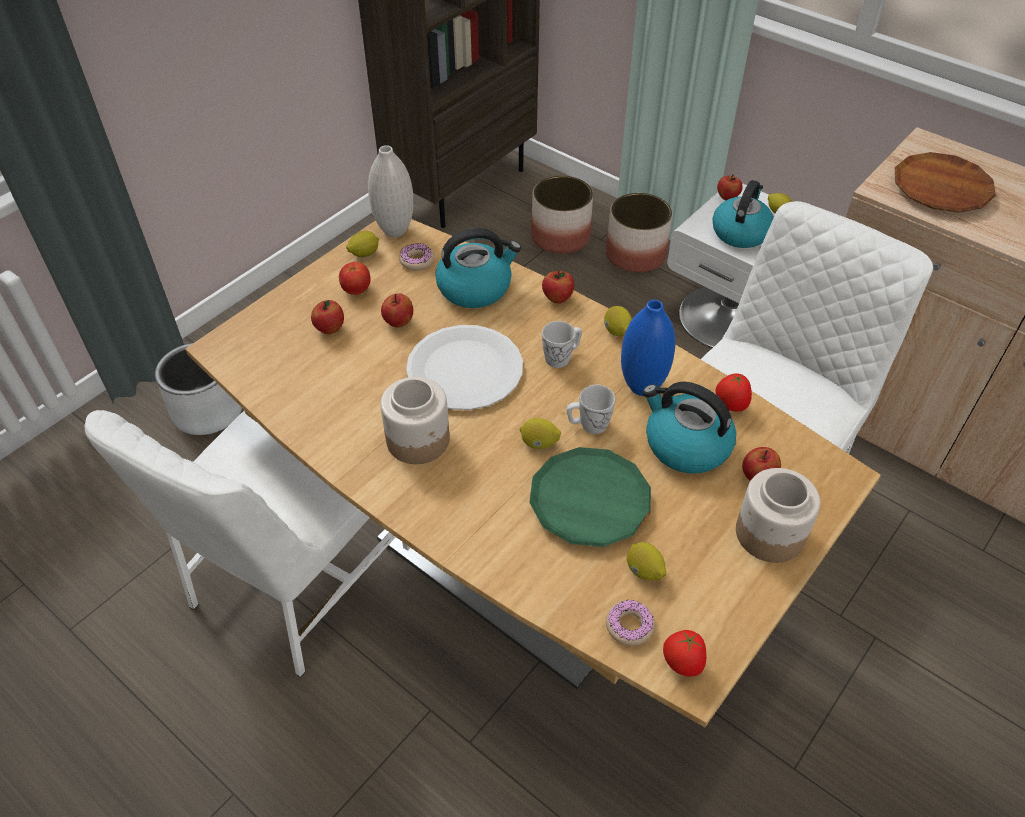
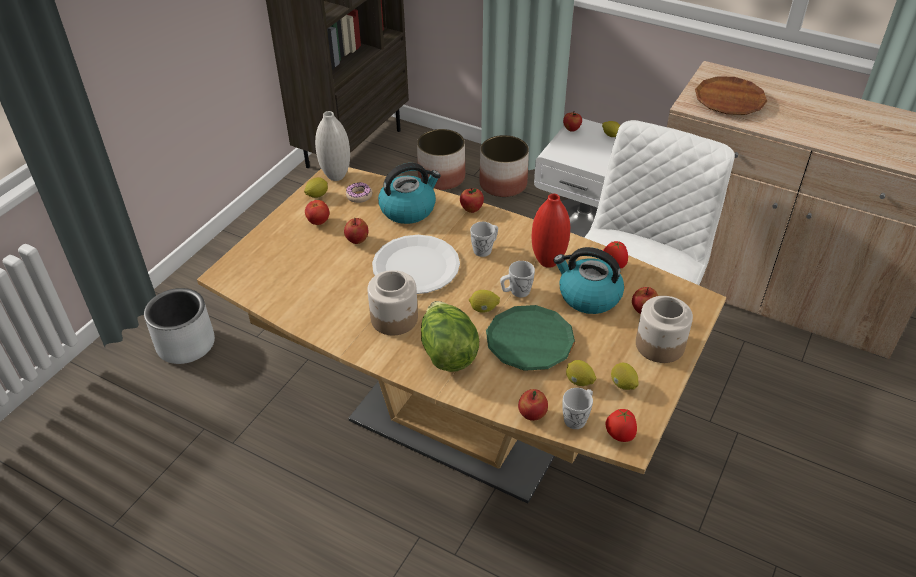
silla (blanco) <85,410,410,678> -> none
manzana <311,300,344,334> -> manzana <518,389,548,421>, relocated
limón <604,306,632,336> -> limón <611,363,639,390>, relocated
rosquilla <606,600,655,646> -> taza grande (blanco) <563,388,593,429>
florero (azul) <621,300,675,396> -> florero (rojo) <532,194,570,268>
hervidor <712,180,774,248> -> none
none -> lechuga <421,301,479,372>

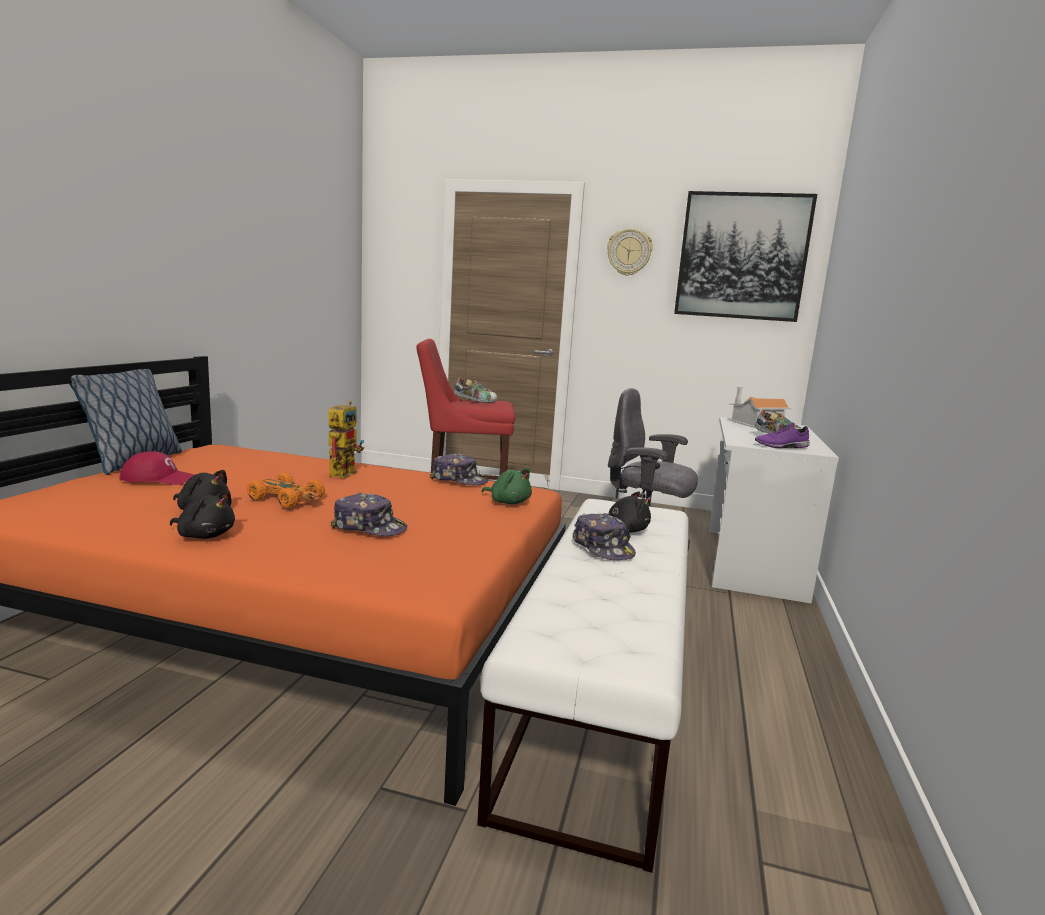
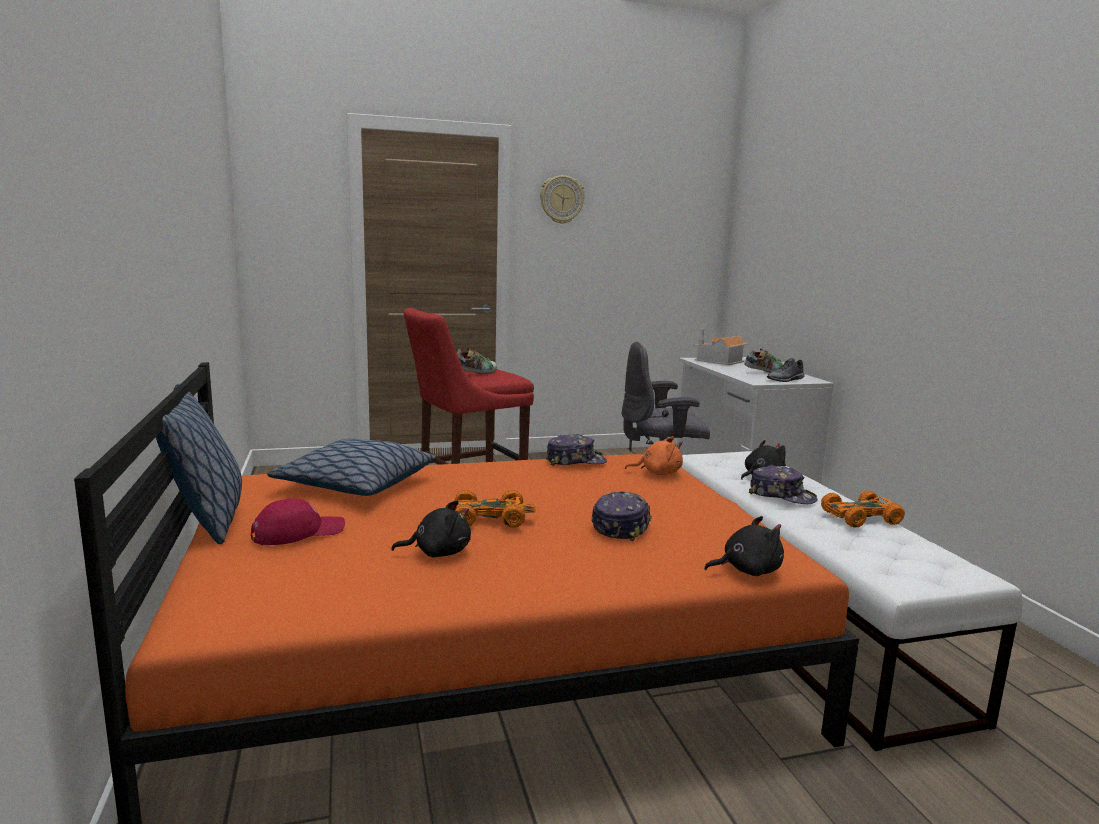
peluche (negro) <170,491,235,539> -> peluche (negro) <704,516,784,576>, relocated
robot de juguete <328,401,364,478> -> none
gorra <330,493,407,536> -> gorra <591,491,652,541>, 60 degrees counterclockwise
peluche (verde) <481,468,532,504> -> peluche (naranja) <625,436,683,475>
cuadro <674,191,817,322> -> none
zapato (morado) <755,422,810,448> -> zapato (gris) <767,358,804,382>
none -> cojín <267,439,435,496>
none -> coche de juguete (naranja) <821,491,905,528>

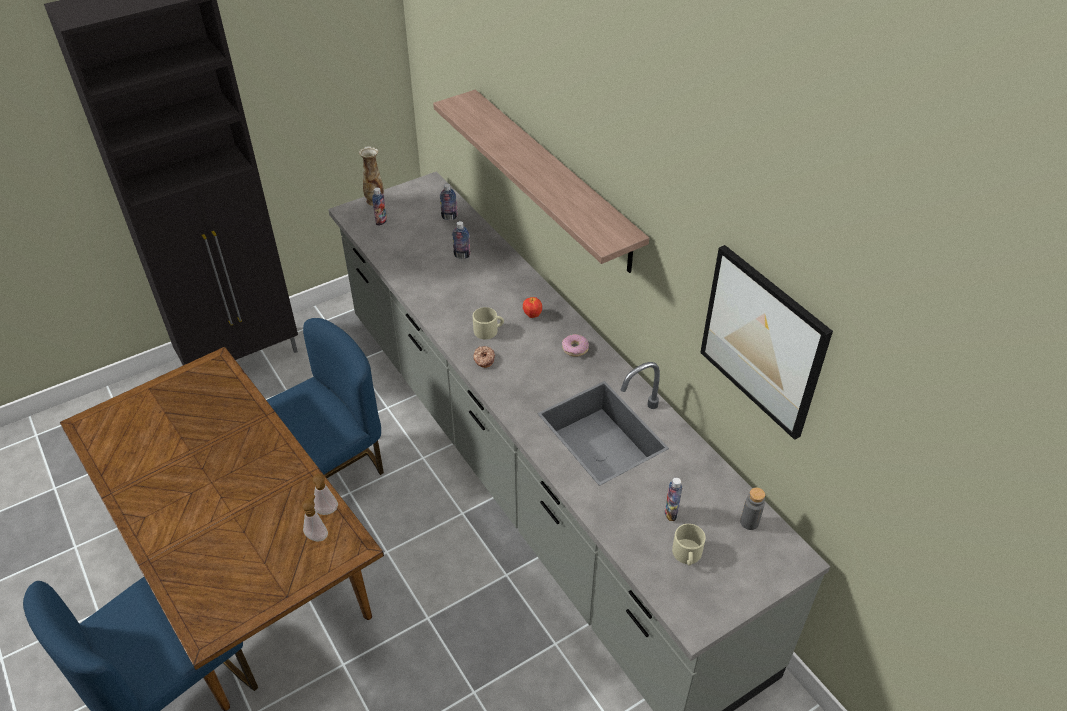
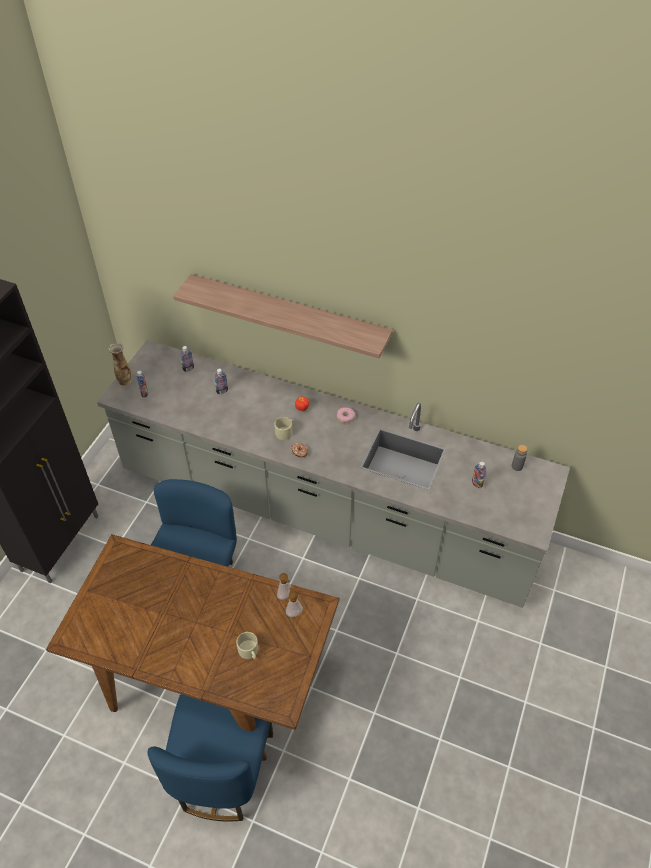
taza grande (beis) <672,524,706,566> -> taza grande (beis) <236,632,258,659>, relocated
cuadro <700,245,833,440> -> none

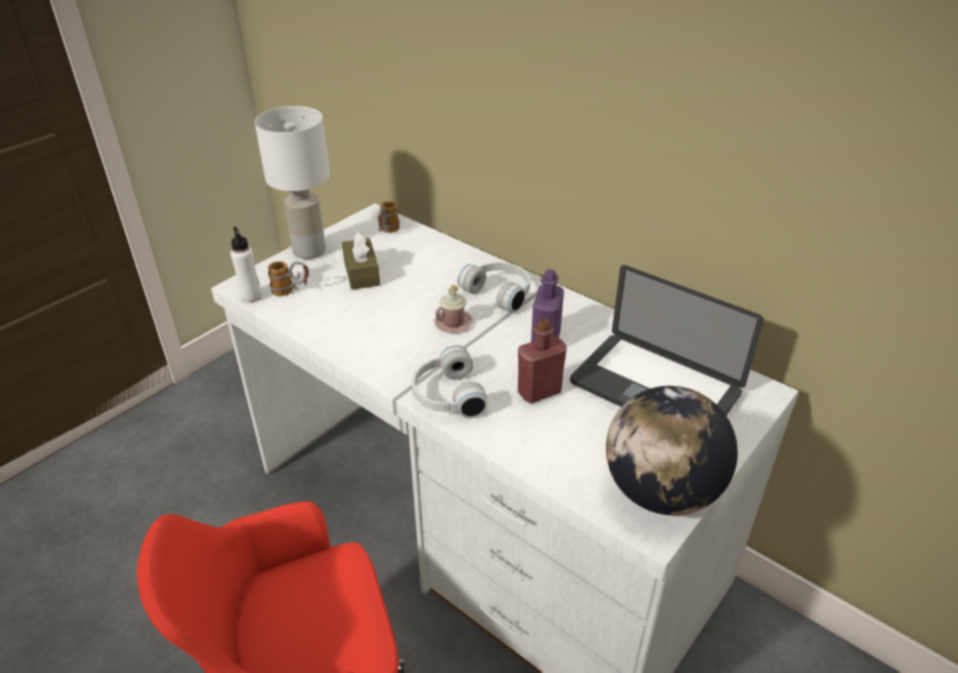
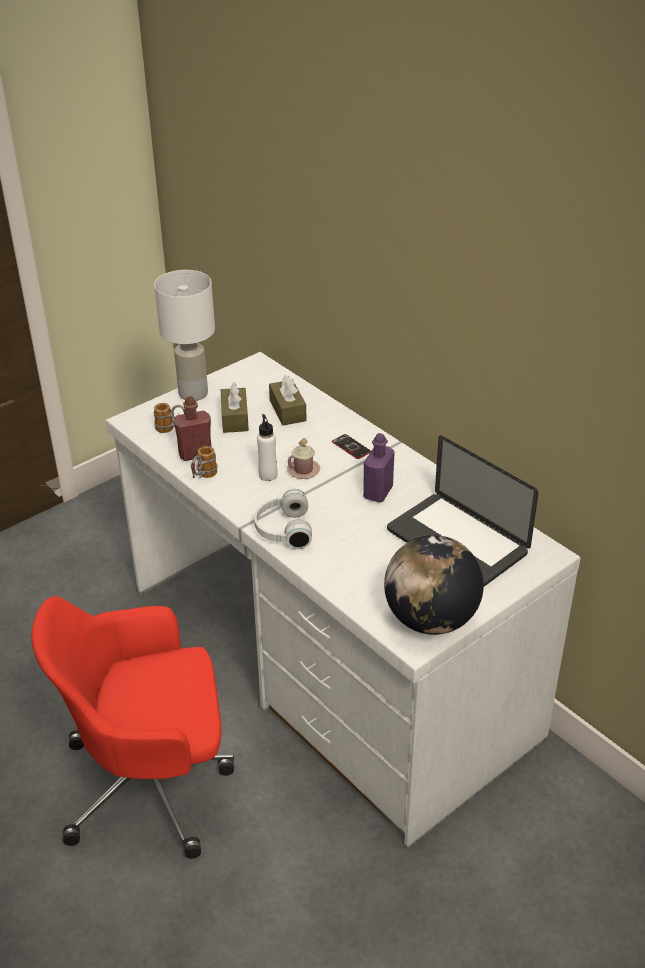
botella (blanco) <230,227,262,303> -> botella (blanco) <257,414,278,481>, relocated
taza grande <378,201,400,233> -> taza grande <191,446,218,478>, relocated
auriculares (blanco) <457,262,530,313> -> móvil <332,434,371,459>
botella (rojo) <518,319,567,404> -> botella (rojo) <174,396,212,461>, relocated
none -> caja de pañuelos (marrón) <269,375,307,426>

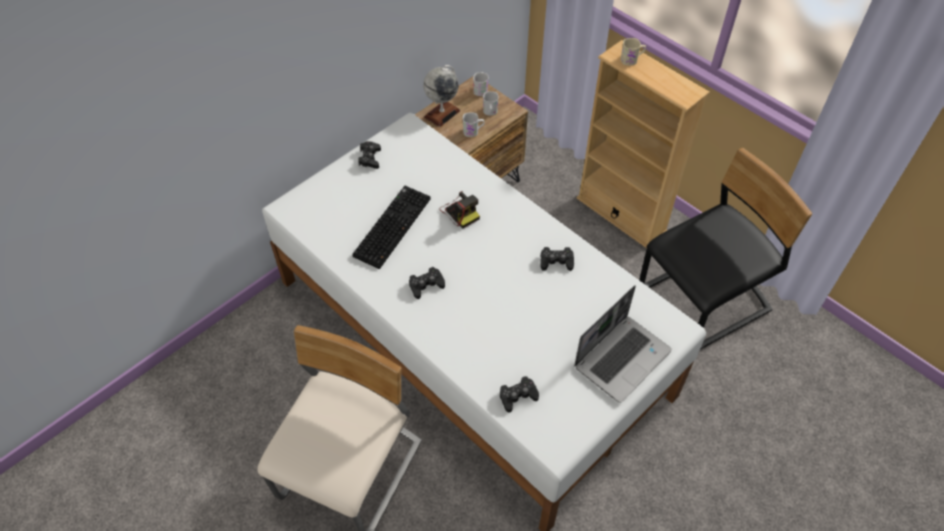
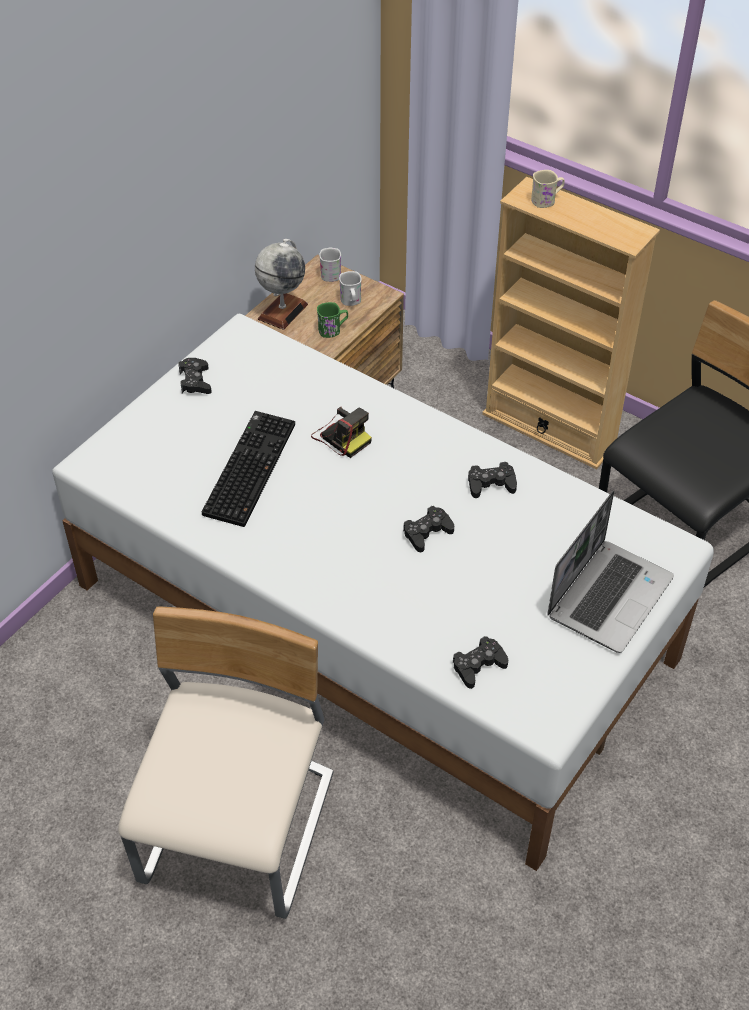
mando de consola (negro) <409,267,445,299> -> mando de consola (negro) <403,506,454,552>, relocated
taza grande (blanco) <463,112,484,137> -> taza grande (verde) <317,302,348,338>

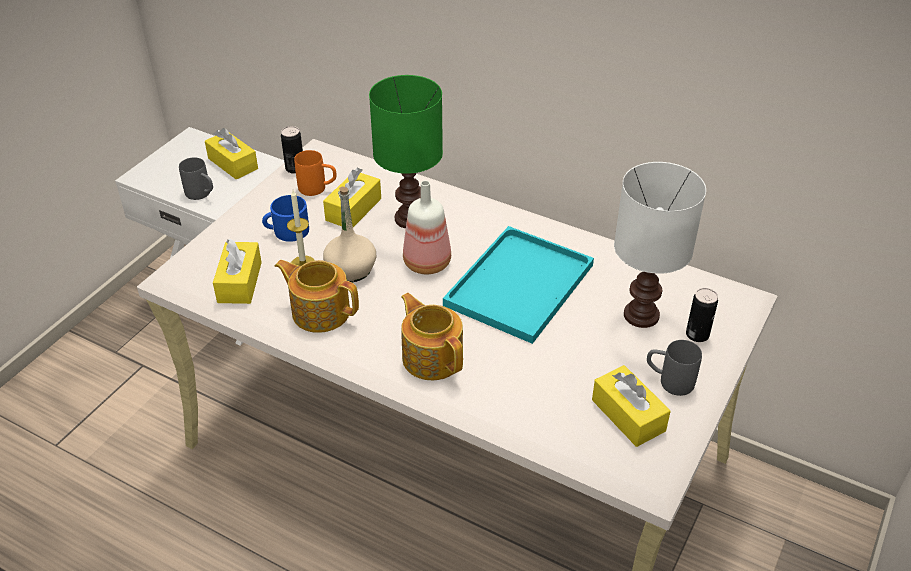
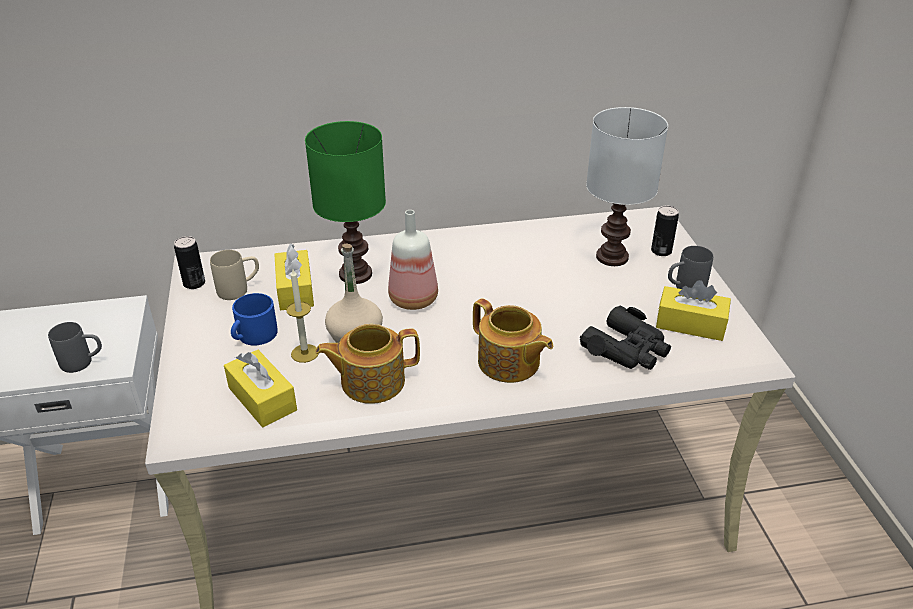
caja de pañuelos (amarillo) <205,128,258,180> -> none
taza grande (naranja) <294,150,337,196> -> taza grande (beis) <210,250,259,300>
tetera <401,293,463,380> -> tetera <473,298,553,383>, 150 degrees counterclockwise
bandeja (turquesa) <443,226,594,344> -> none
none -> prismáticos (negro) <580,306,671,370>

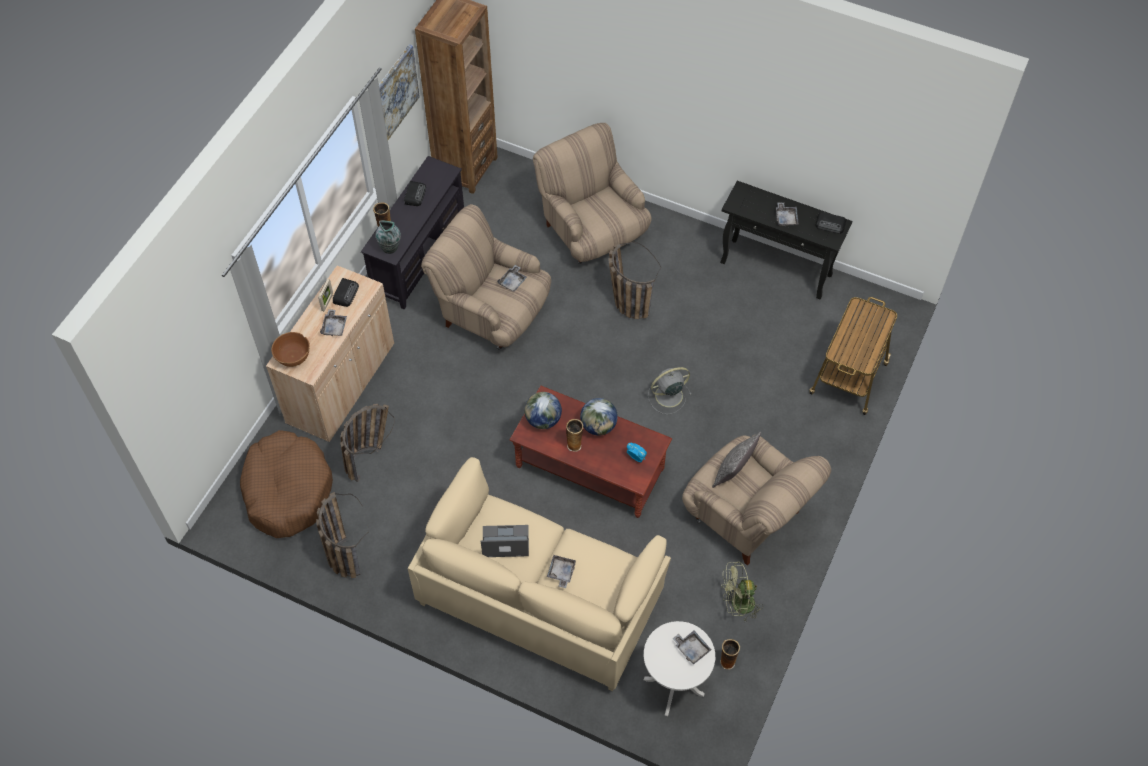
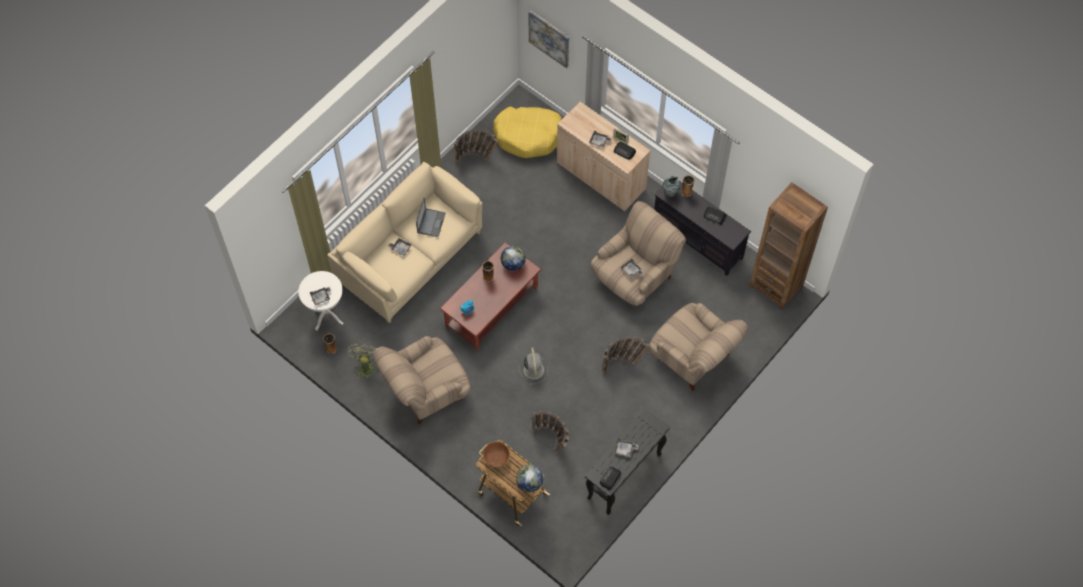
cama para perro (marrón) <240,430,333,538> -> cama para perro (amarillo) <493,107,562,158>
cuenco (marrón) <271,332,310,367> -> cuenco (marrón) <483,441,510,468>, relocated
cesta <340,404,394,482> -> cesta <527,411,569,451>, relocated
cuadro <379,44,420,140> -> cuadro <528,10,569,68>, relocated
sillón (beis) <533,123,652,264> -> sillón (beis) <649,303,748,391>, 60 degrees clockwise
globo terráqueo <580,398,618,436> -> globo terráqueo <516,465,543,492>, relocated
cojín <712,432,761,488> -> none

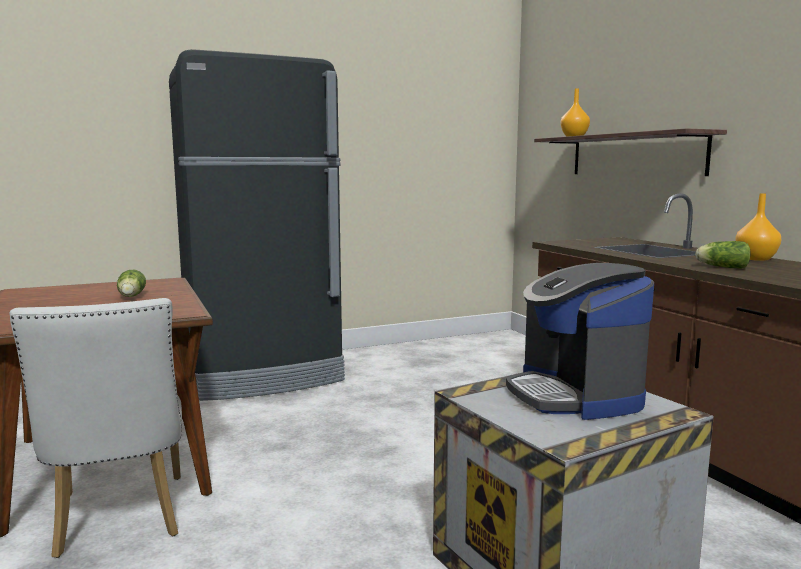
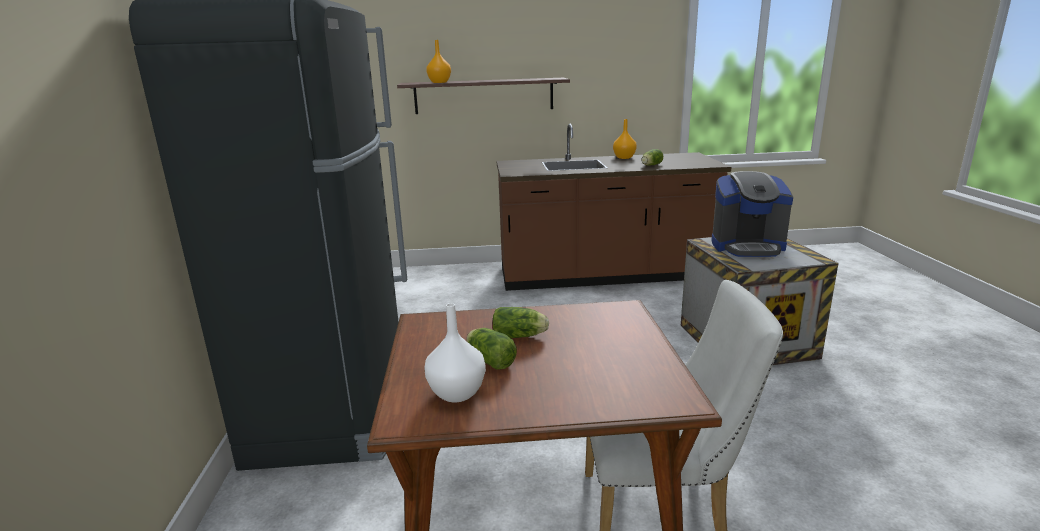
none -> florero (blanco) <425,303,486,402>
none -> lechuga <466,328,517,370>

